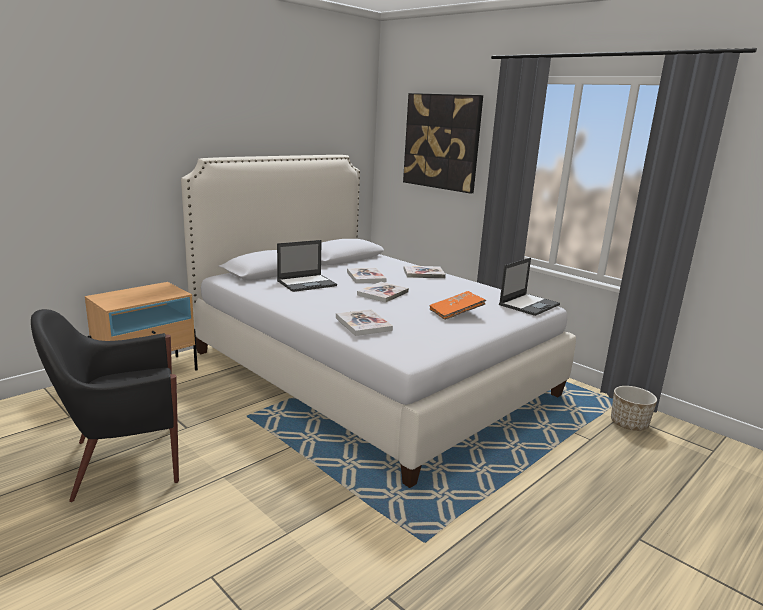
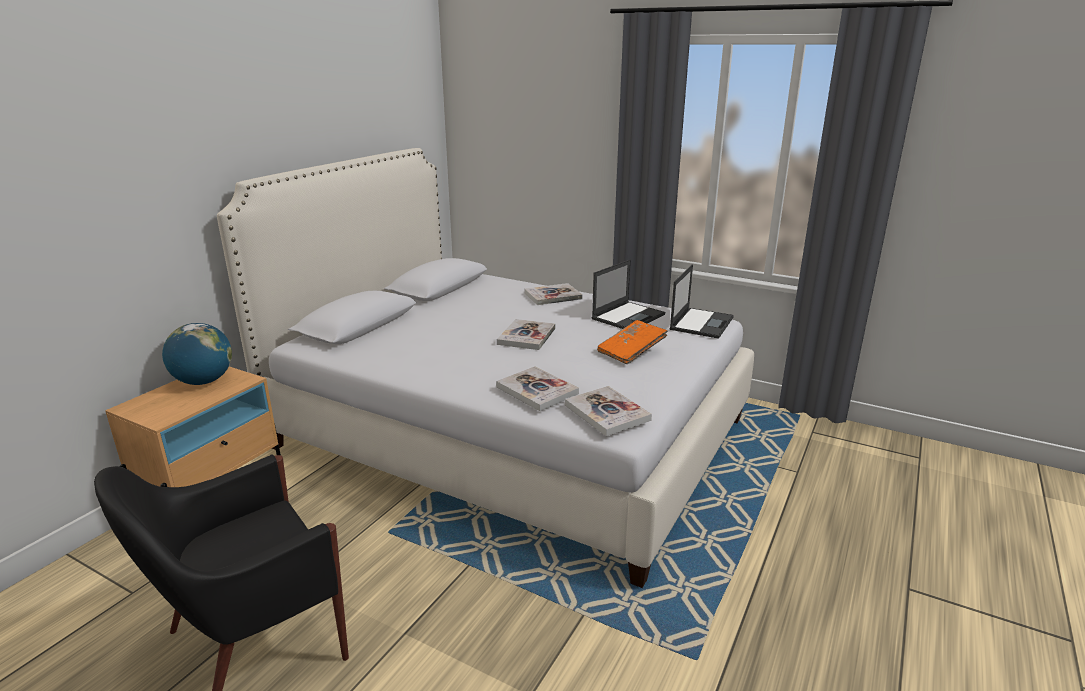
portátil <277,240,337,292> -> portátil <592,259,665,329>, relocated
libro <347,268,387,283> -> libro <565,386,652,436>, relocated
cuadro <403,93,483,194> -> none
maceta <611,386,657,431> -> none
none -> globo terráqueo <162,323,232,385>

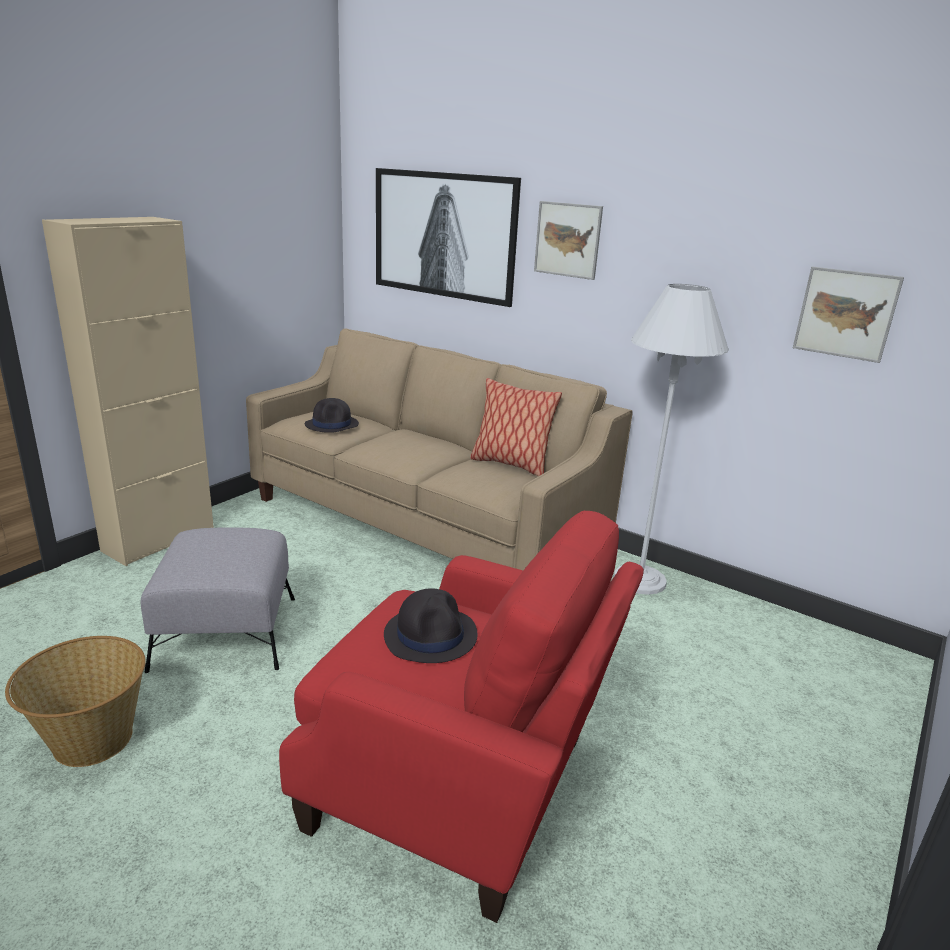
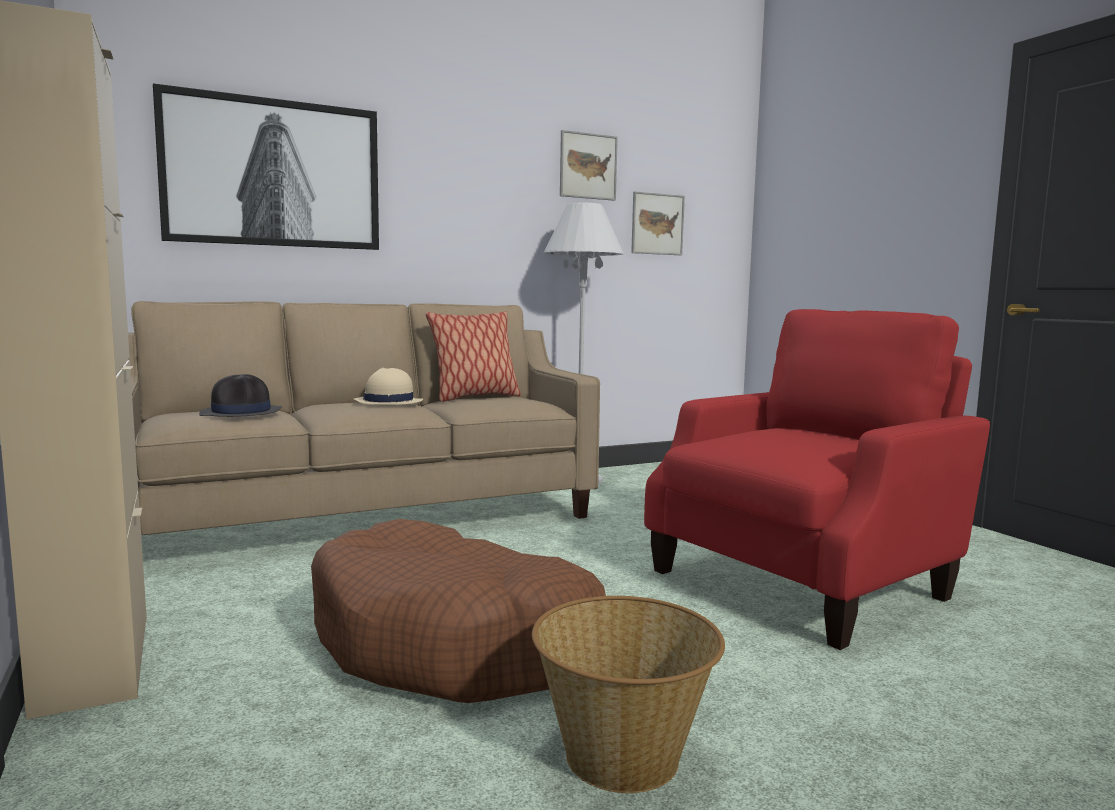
puf (gris) <141,528,295,673> -> cama para perro (marrón) <311,519,606,703>
sombrero (negro) <384,588,477,663> -> none
cuadro <534,201,603,280> -> cuadro <560,130,618,201>, relocated
none -> sombrero (beis) <353,368,423,405>

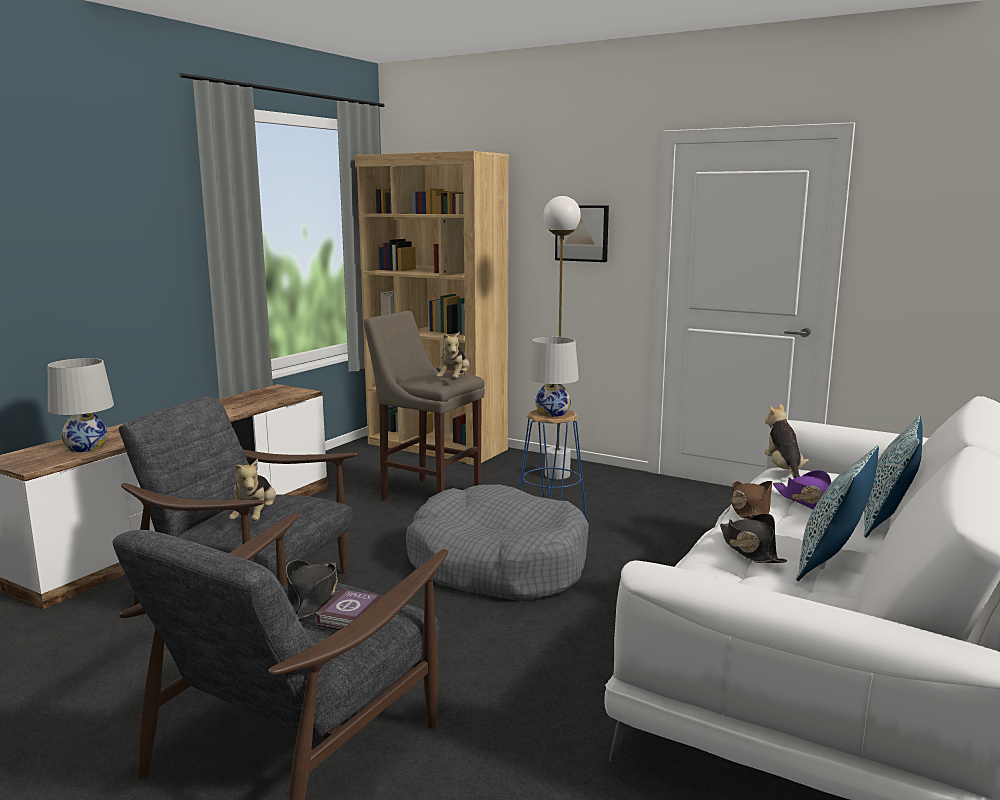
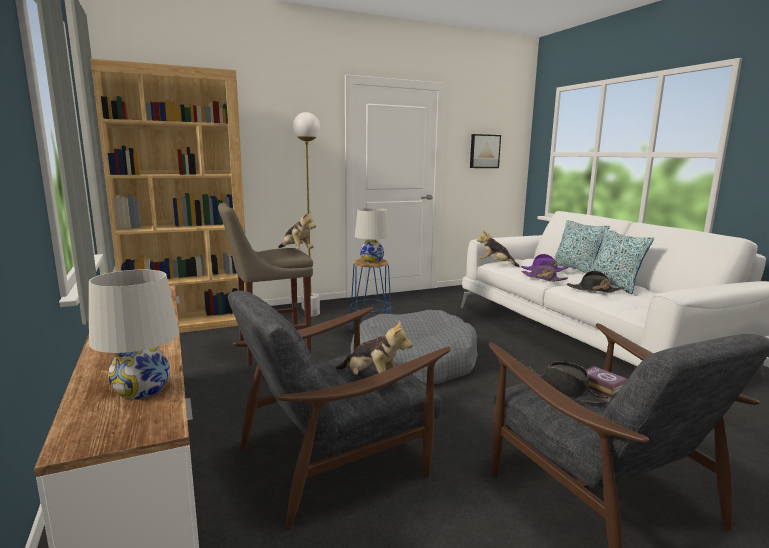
cuadro <555,205,609,262> -> cuadro <470,134,501,168>, relocated
sombrero (marrón) <730,481,772,519> -> sombrero (morado) <522,261,568,282>

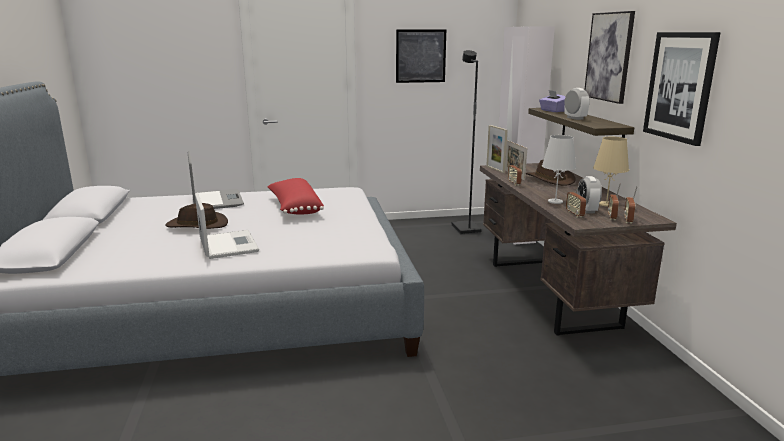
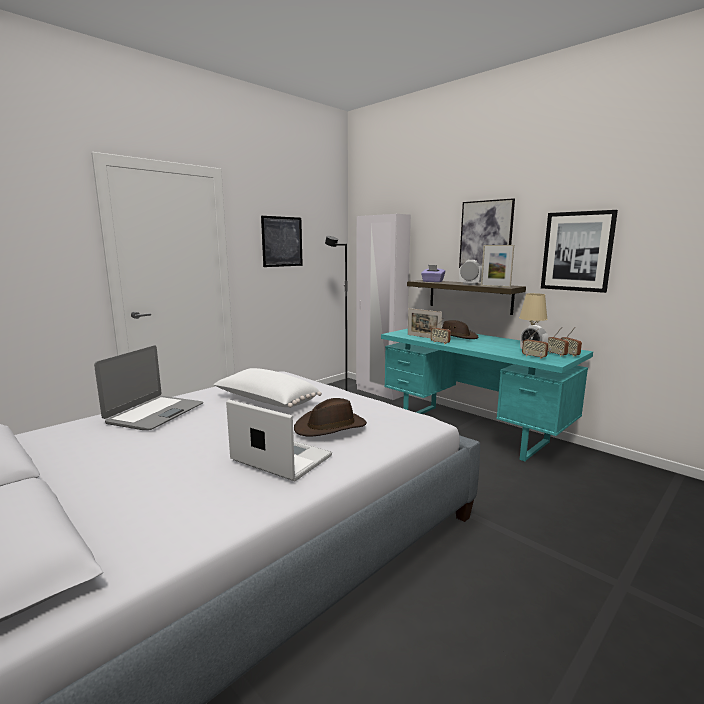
sombrero (marrón) <165,203,228,229> -> sombrero (marrón) <294,398,367,437>, relocated
portátil <188,151,244,209> -> portátil <94,346,203,430>, 75 degrees clockwise
cojín (rojo) <267,178,324,215> -> cojín (blanco) <214,368,322,408>
escritorio (marrón) <480,163,677,336> -> escritorio (turquesa) <381,328,593,461>
portarretratos <486,125,508,173> -> portarretratos <481,245,514,287>, relocated
lámpara de mesa (blanco) <542,135,576,204> -> none

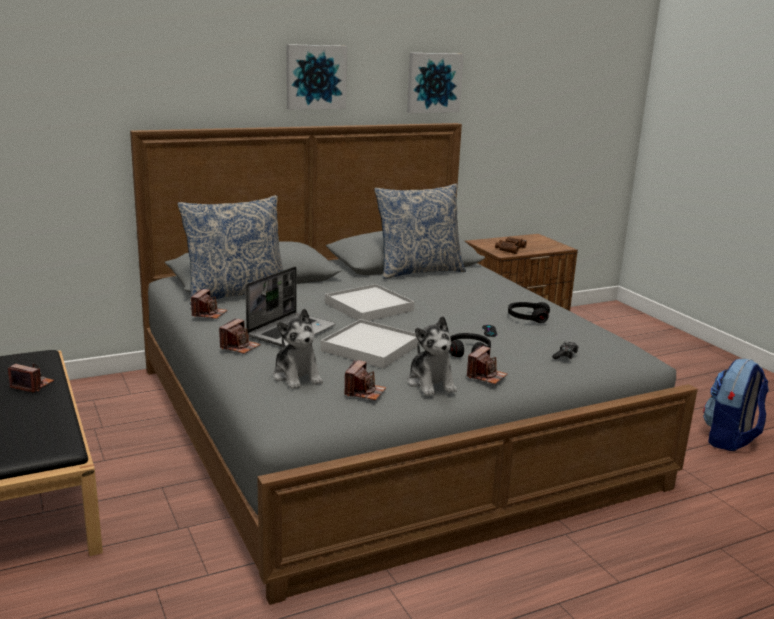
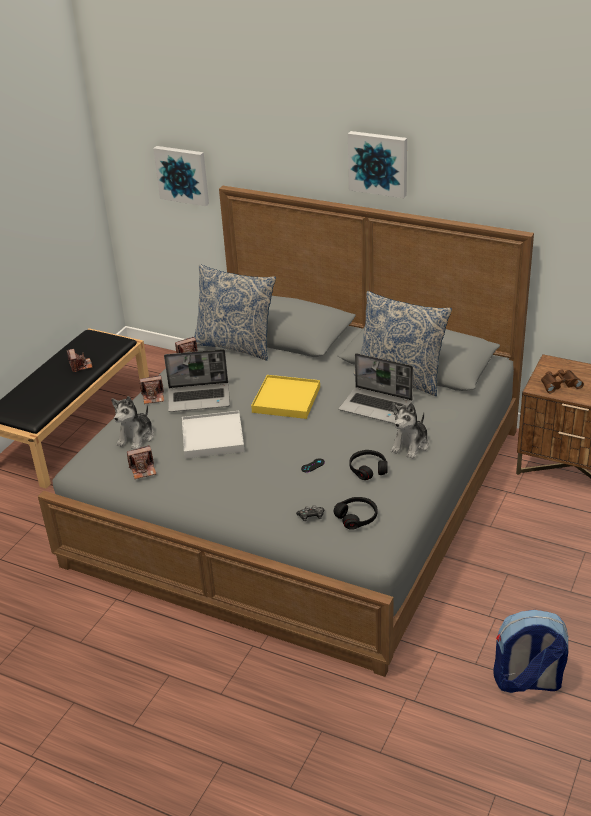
bandeja (blanco) <325,284,415,321> -> bandeja (amarillo) <251,375,320,419>
cuadro <407,53,463,113> -> cuadro <153,146,209,206>, relocated
peluche <408,316,457,396> -> peluche <391,403,429,459>, relocated
auriculares (negro) <449,333,491,357> -> auriculares (negro) <334,497,377,530>, relocated
cámara <467,345,508,384> -> none
none -> portátil <339,353,413,424>

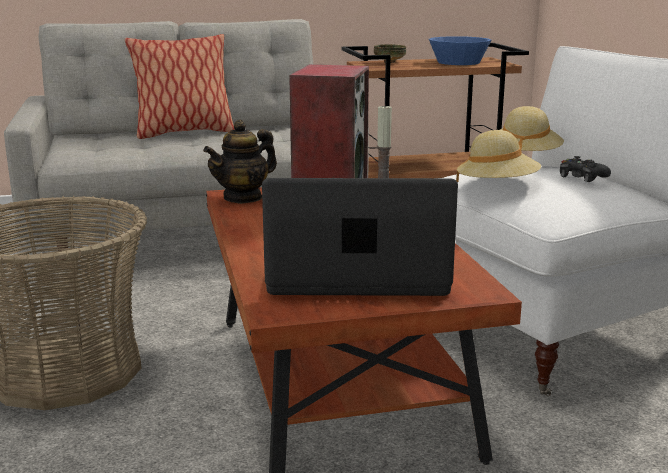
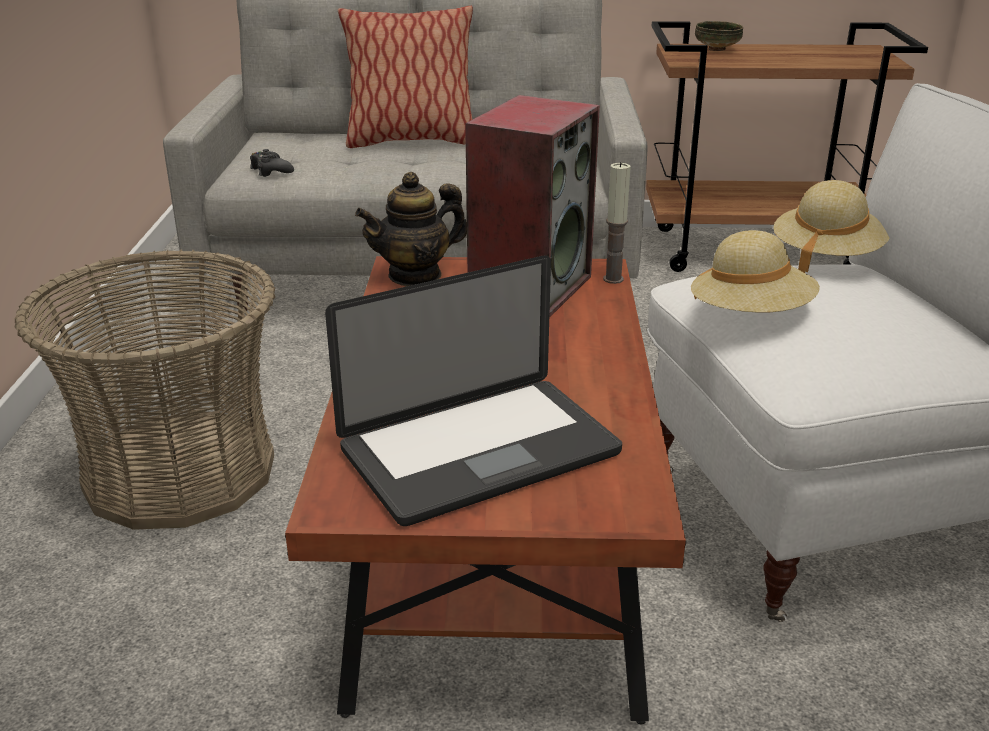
portátil <262,178,458,296> -> portátil <325,256,622,526>, 135 degrees clockwise
cuenco (azul) <429,36,491,65> -> none
mando de consola (negro) <560,156,611,182> -> mando de consola (negro) <250,149,294,177>, relocated

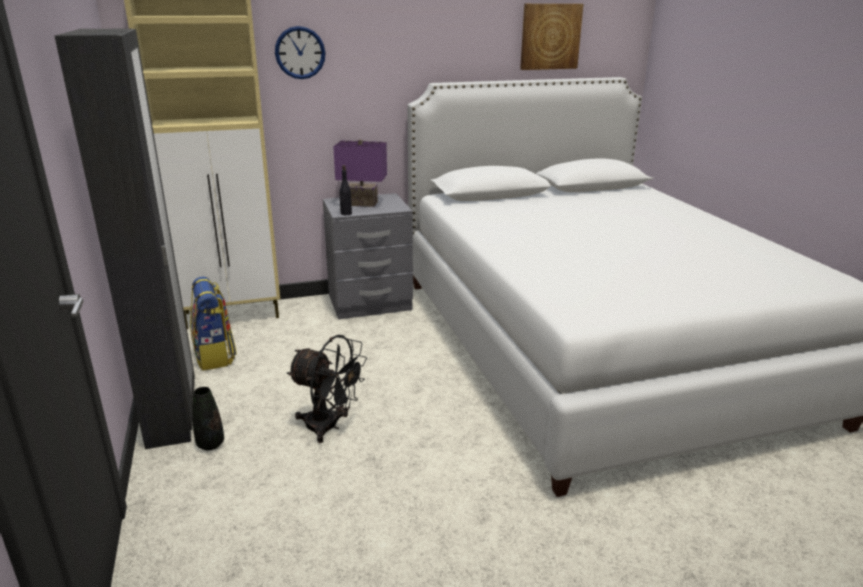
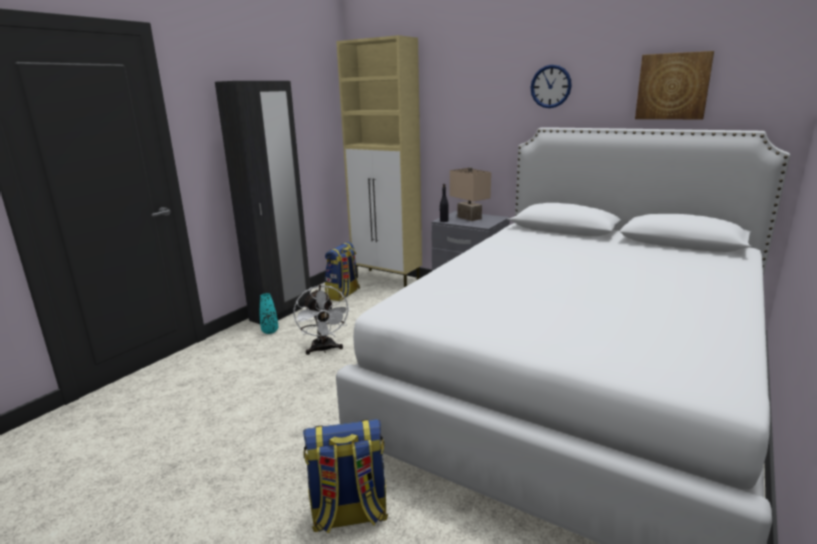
florero (negro) <192,387,224,450> -> florero (turquesa) <260,293,278,334>
reloj de pared <275,26,325,79> -> reloj de pared <531,65,572,108>, relocated
ventilador (negro) <287,335,367,443> -> ventilador (blanco) <293,285,350,355>
lámpara de mesa (morado) <333,139,387,207> -> lámpara de mesa (beis) <450,167,491,221>
none -> mochila <303,419,388,534>

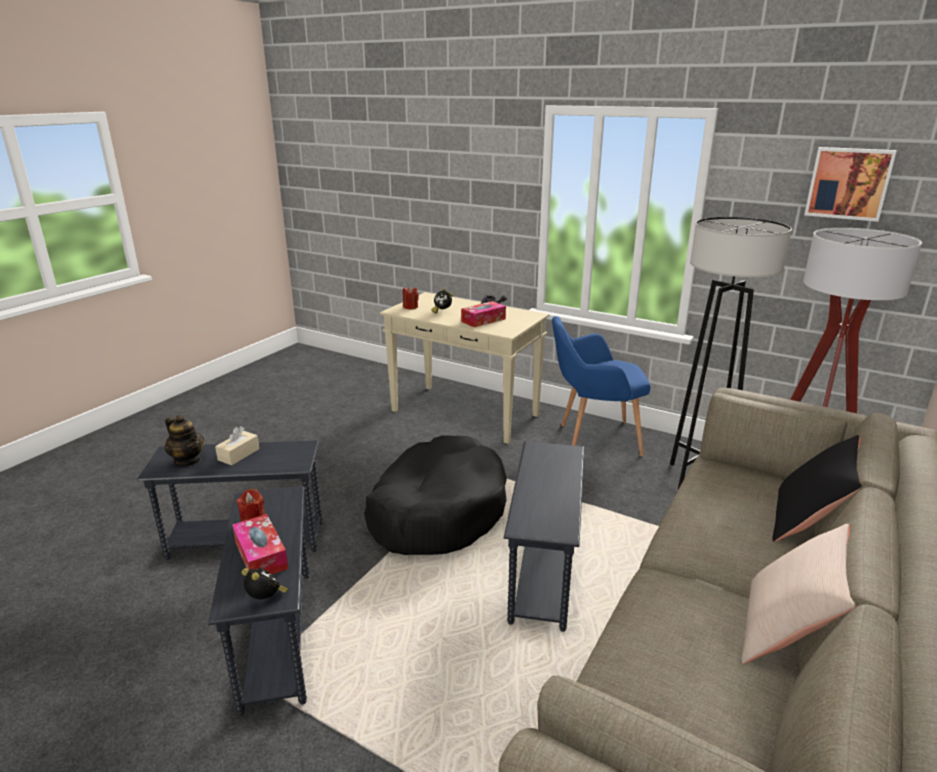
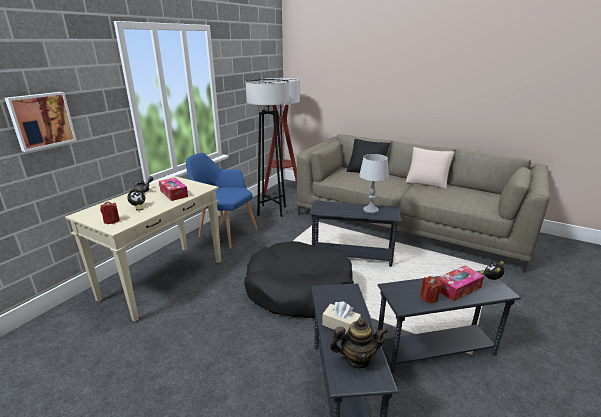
tetera <165,415,204,466> -> tetera <330,318,388,369>, 45 degrees clockwise
sillón (azul) <552,316,650,456> -> sillón (azul) <186,153,257,249>, 120 degrees clockwise
cuadro <804,147,897,222> -> cuadro <5,92,77,152>, relocated
none -> lámpara de mesa (gris) <359,154,389,214>

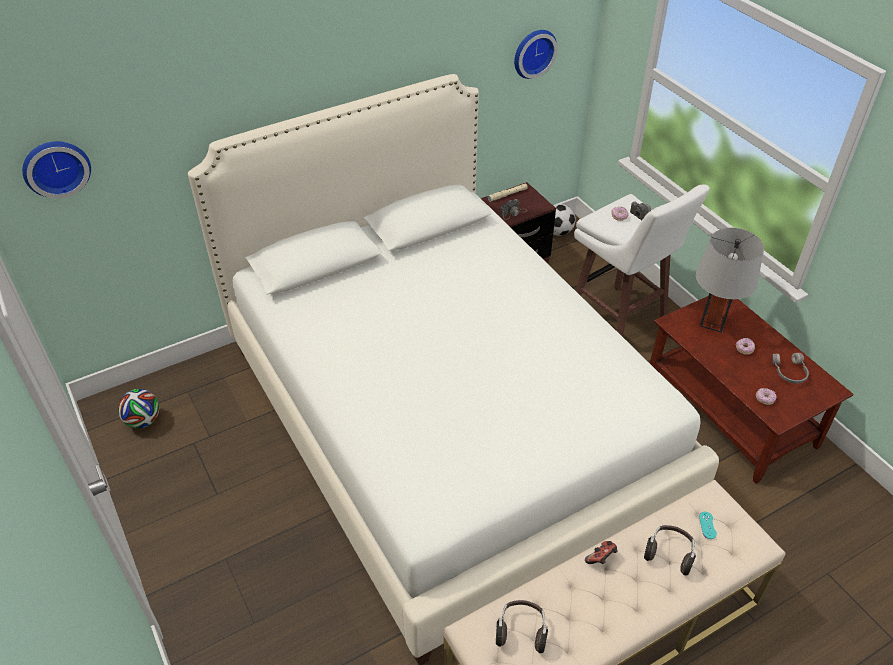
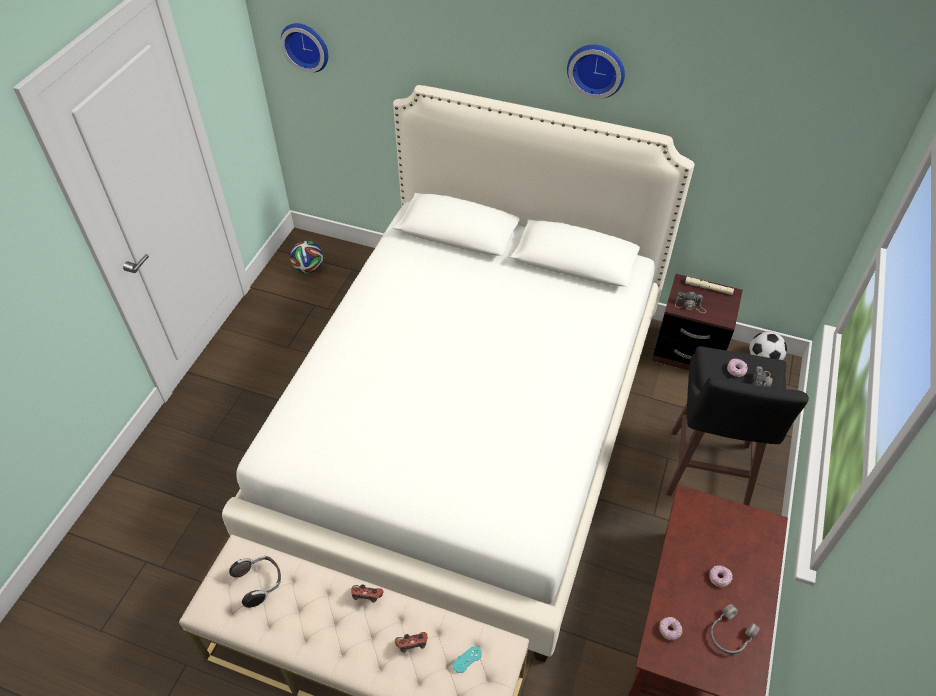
reloj de pared <514,30,558,79> -> reloj de pared <567,44,625,99>, relocated
taburete (blanco) <574,184,710,337> -> taburete (negro) <666,347,809,506>
auriculares <644,525,696,575> -> mando de consola <395,632,427,653>
lámpara de mesa (gris) <696,228,764,333> -> none

